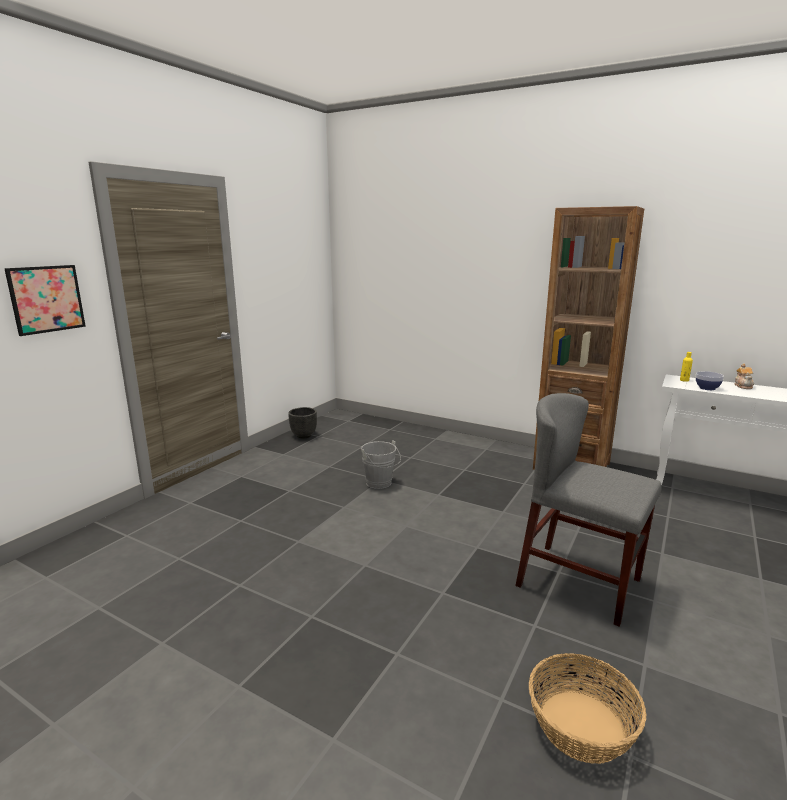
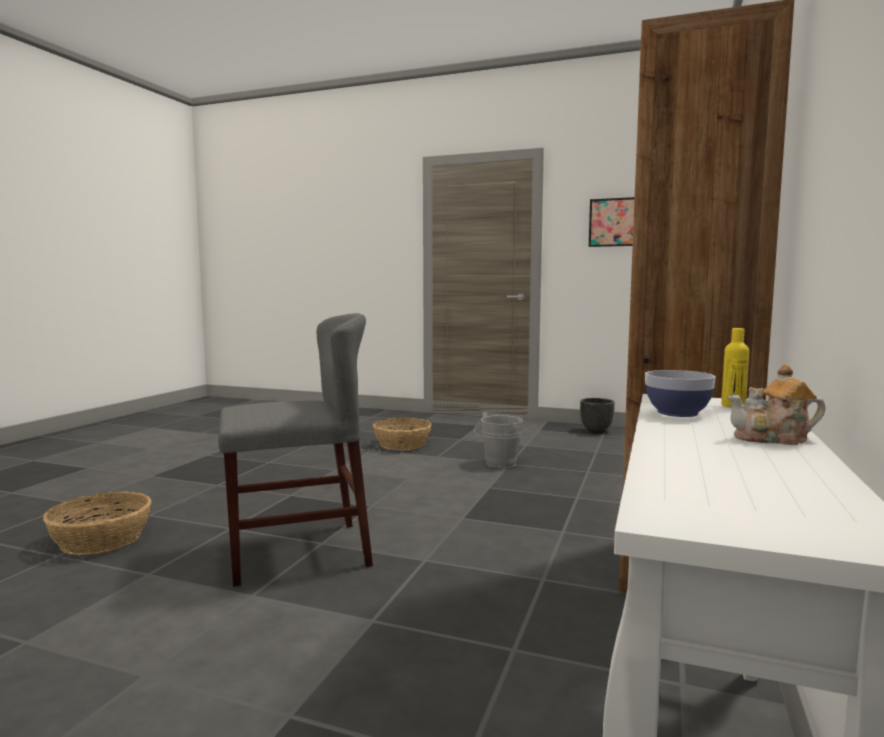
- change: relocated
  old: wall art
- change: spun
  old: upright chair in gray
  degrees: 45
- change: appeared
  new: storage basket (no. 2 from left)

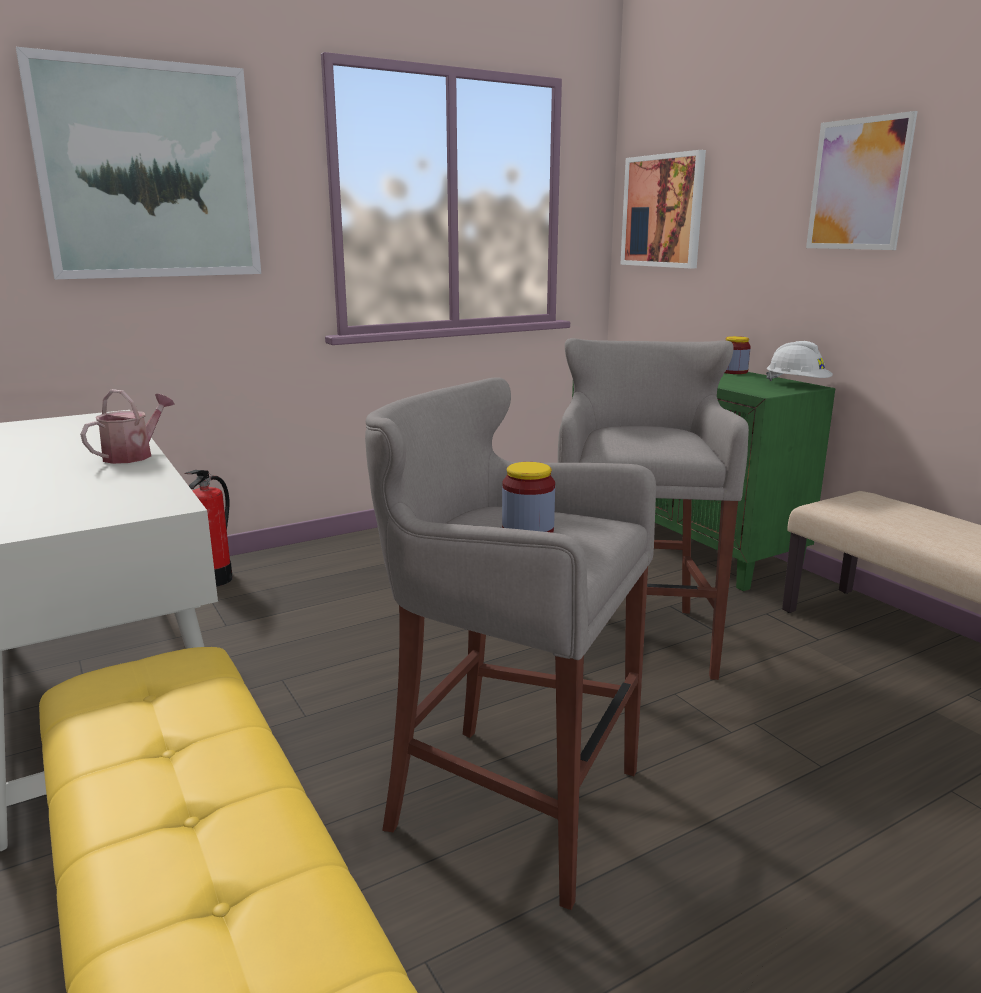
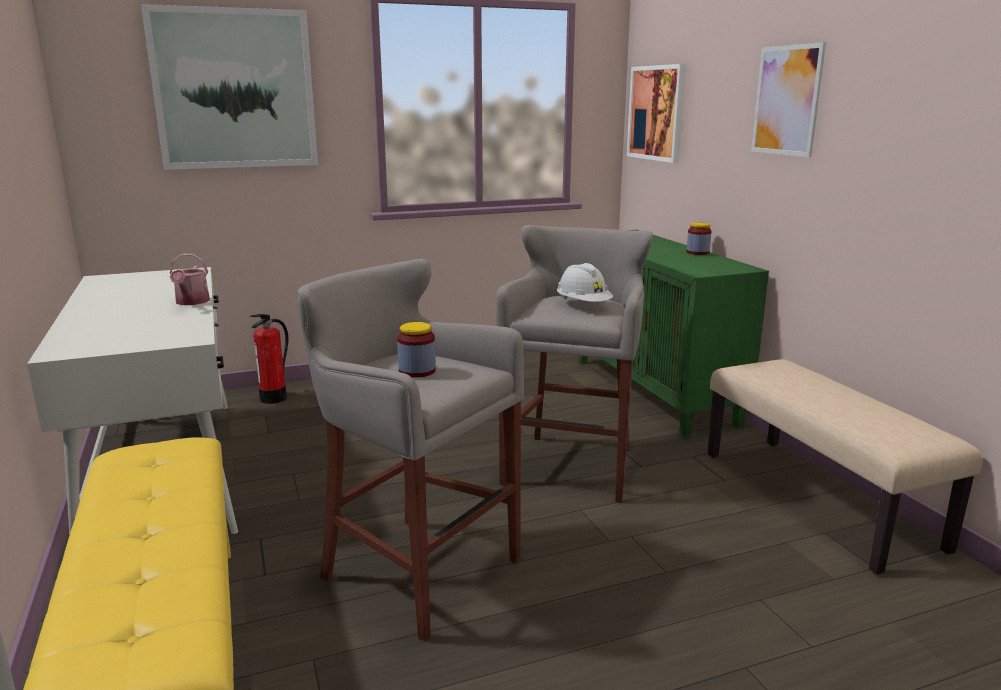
- change: relocated
  old: safety helmet in white
- change: spun
  old: watering can
  degrees: 135

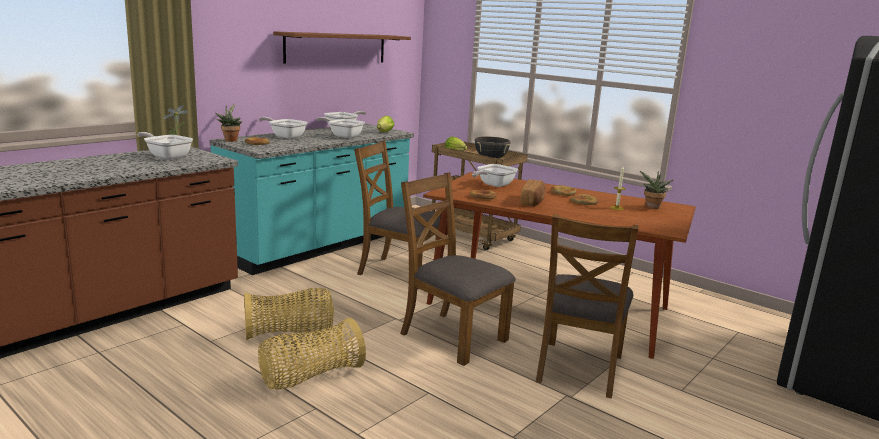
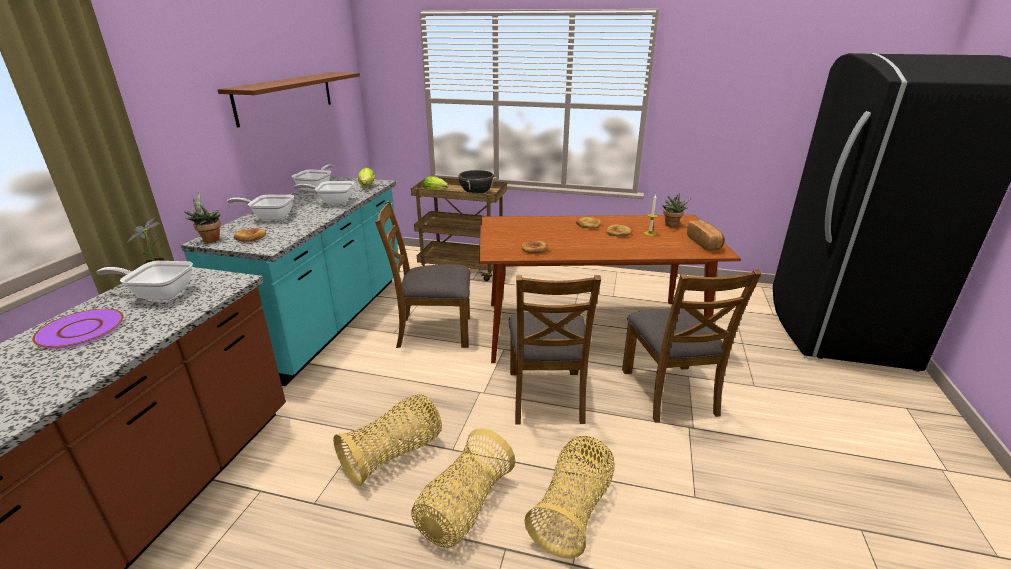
- change: missing
  old: pan (no. 5 from left)
- change: spun
  old: upright chair in brownish (no. 2 from left)
  degrees: -105
- change: relocated
  old: bakery bread (no. 3 from left in the first image)
  new: bakery bread (no. 5 from left)
- change: appeared
  new: flat dish in purplish
- change: appeared
  new: storage basket (no. 3 from left)

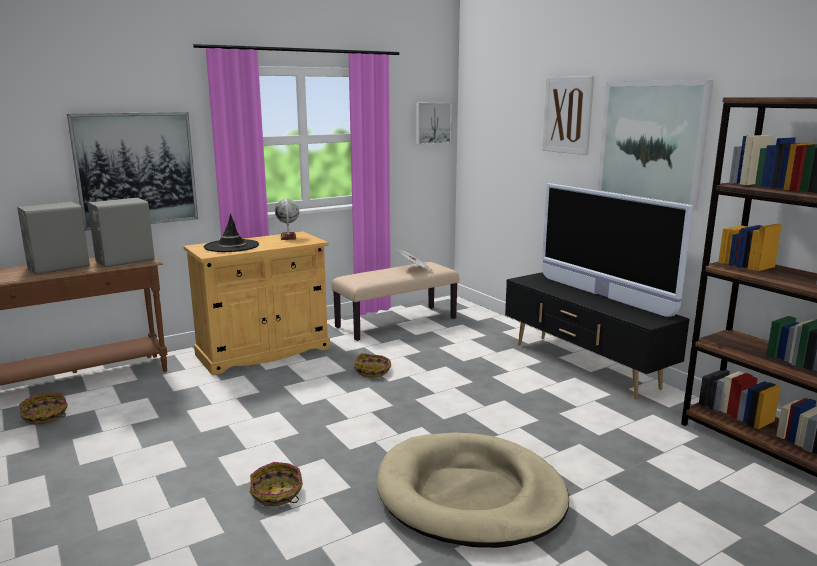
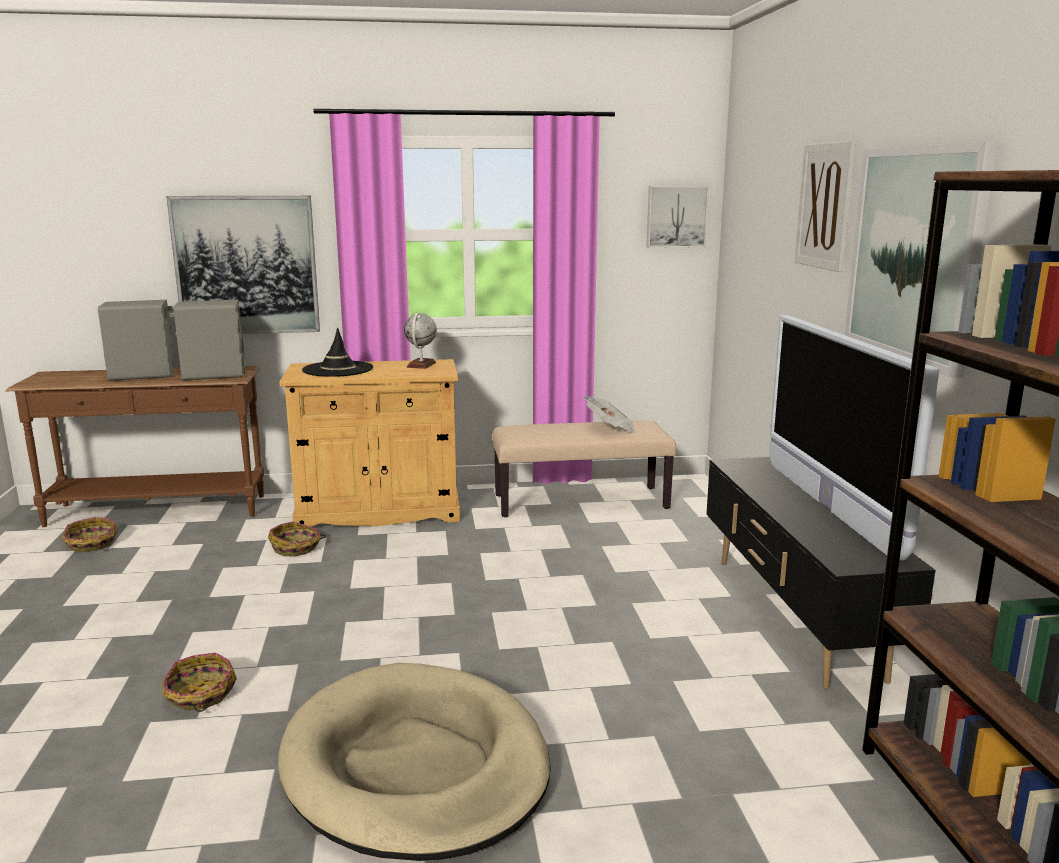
- change: relocated
  old: storage basket (no. 3 from left)

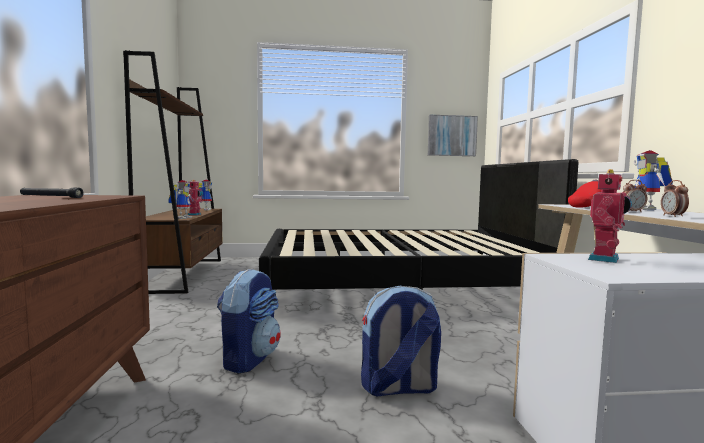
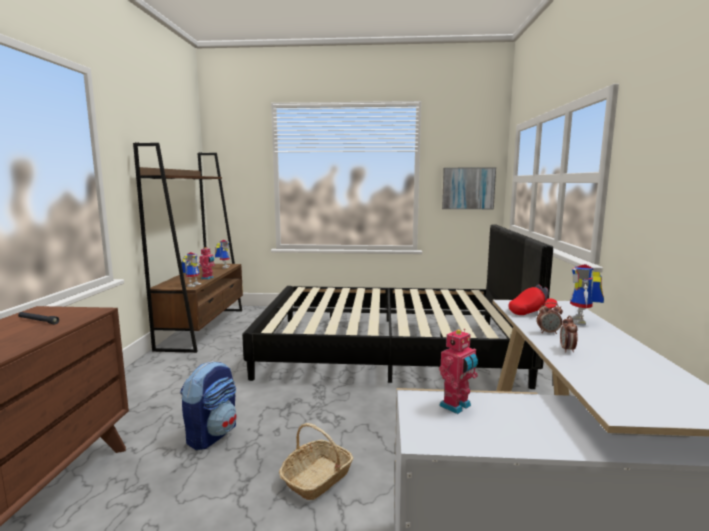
- change: exchanged
  old: backpack (no. 2 from left)
  new: storage basket

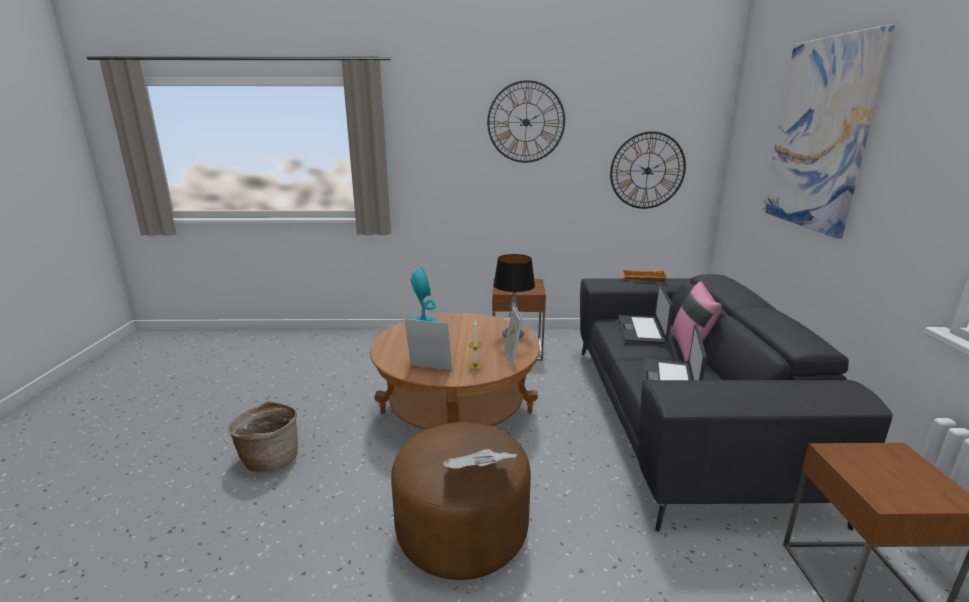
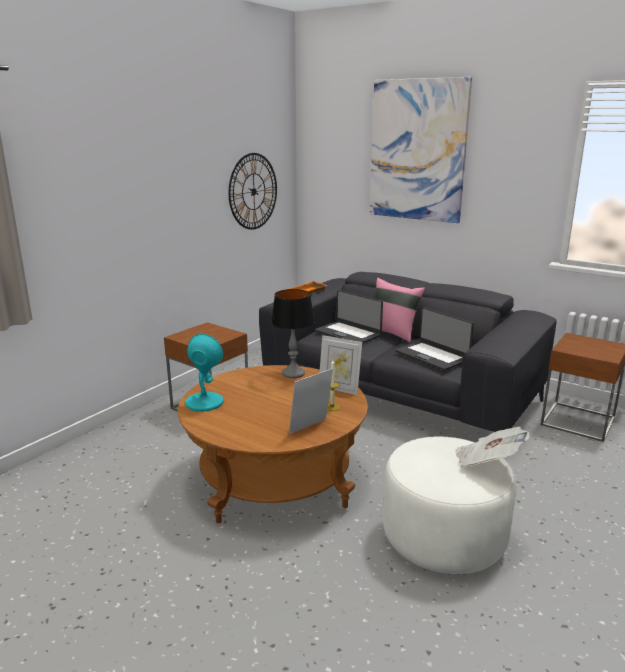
- change: missing
  old: wall clock (no. 1 from left)
- change: missing
  old: storage basket
- change: colour
  old: footrest in brownish
  new: footrest in white

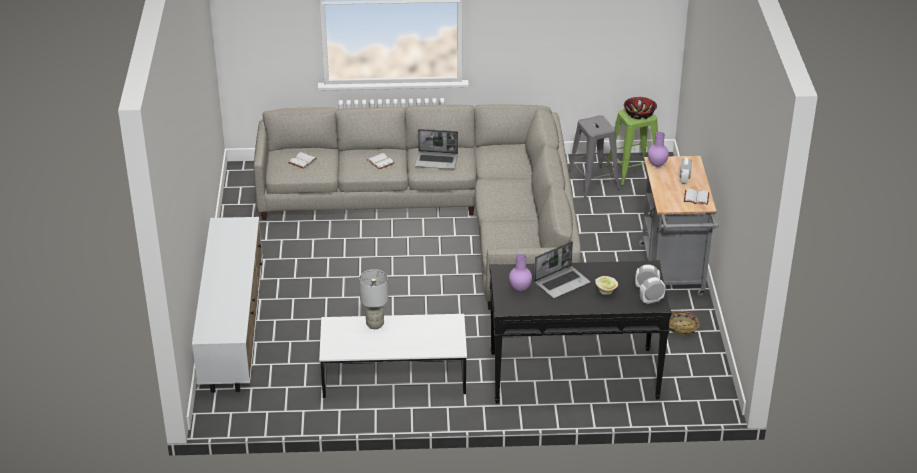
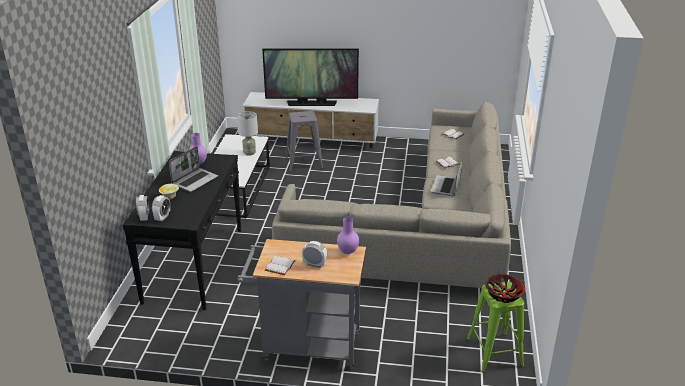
- change: relocated
  old: stool in gray
- change: spun
  old: portable computer (no. 2 from left in the first image)
  degrees: -120
- change: missing
  old: storage basket
- change: appeared
  new: TV

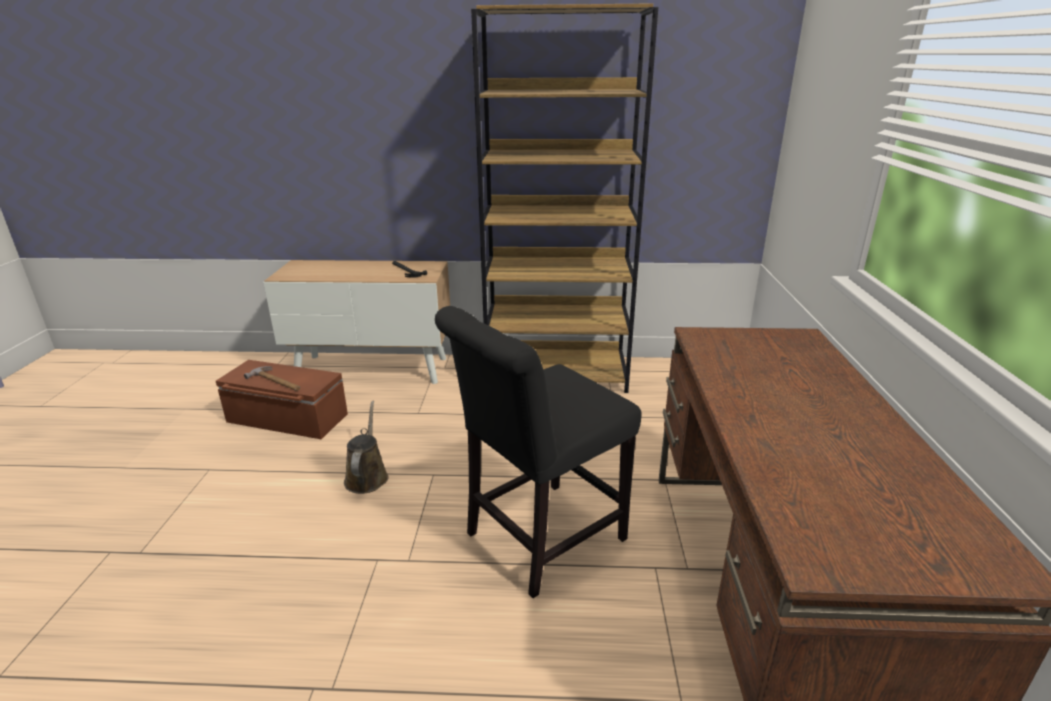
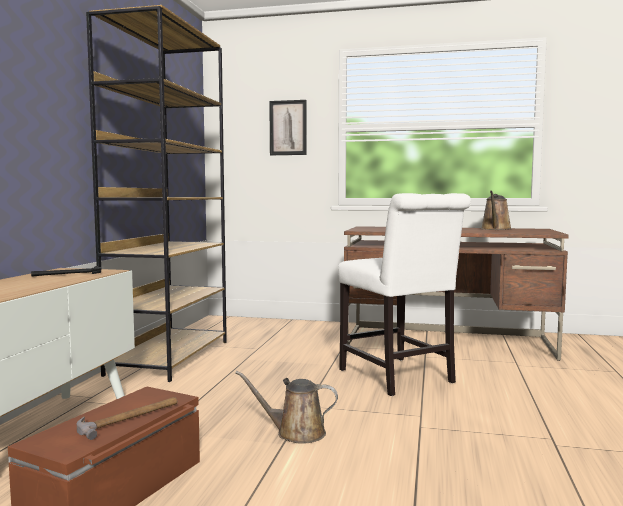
- change: colour
  old: upright chair in black-coloured
  new: upright chair in white
- change: appeared
  new: wall art
- change: appeared
  new: watering can in brownish (no. 2 from left)

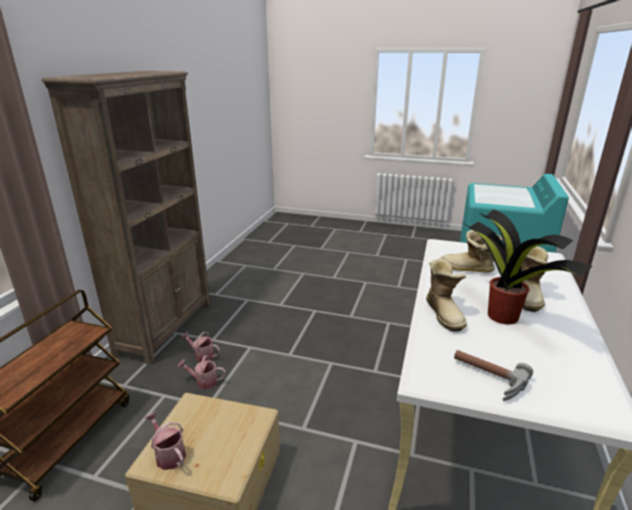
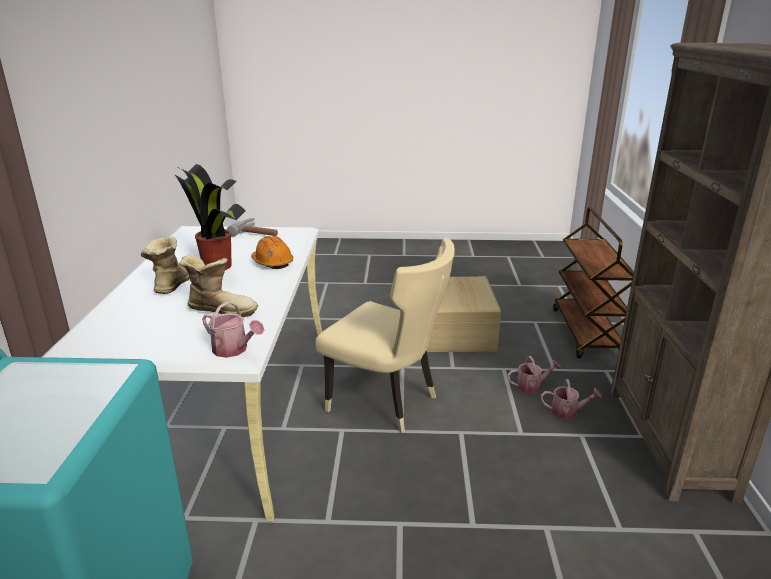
- change: exchanged
  old: high-top boot (no. 1 from left)
  new: safety helmet in orange-coloured
- change: relocated
  old: watering can (no. 1 from left)
- change: appeared
  new: upright chair in sand-coloured

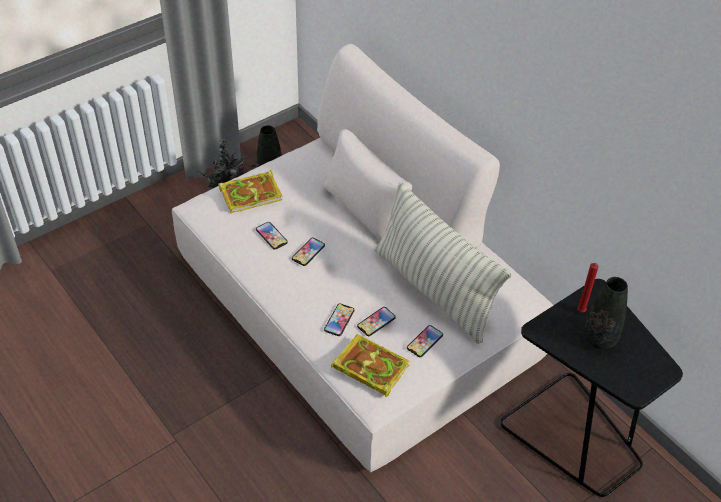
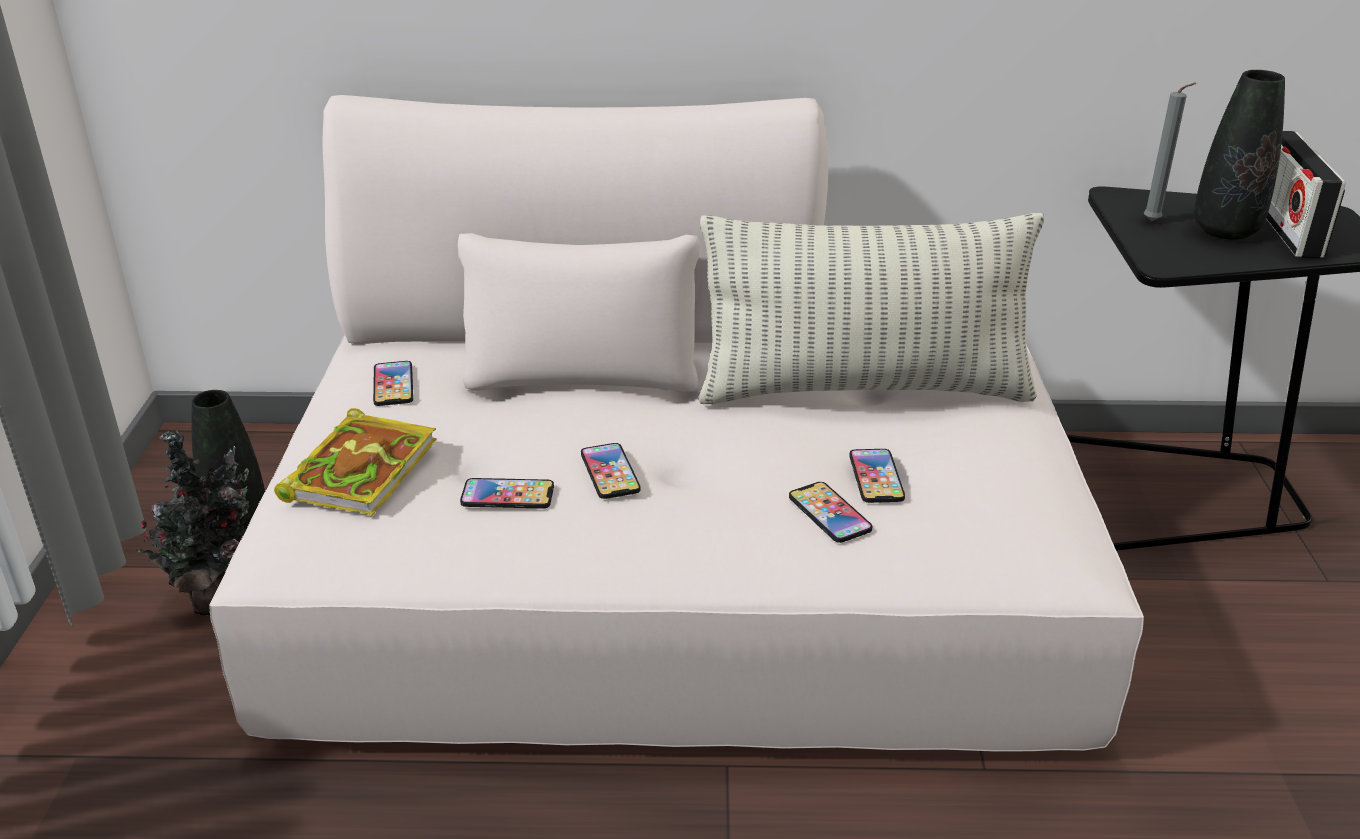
- change: colour
  old: wax light in reddish
  new: wax light in gray
- change: relocated
  old: handset (no. 5 from left in the first image)
  new: handset (no. 1 from left)
- change: missing
  old: bound book (no. 2 from left)
- change: appeared
  new: radio set

